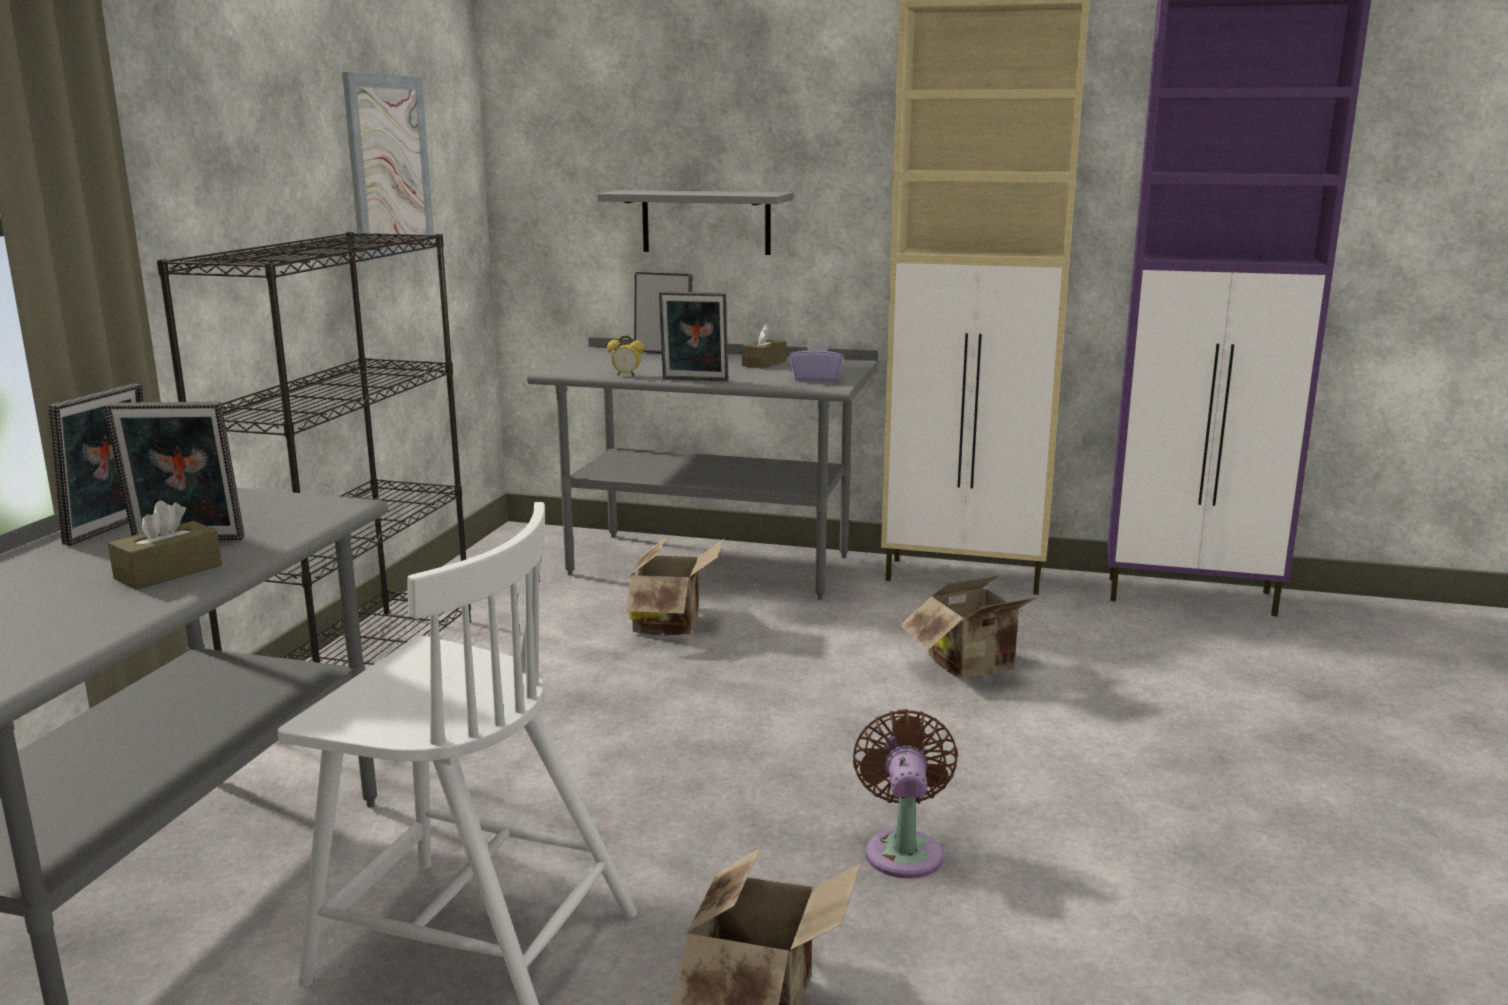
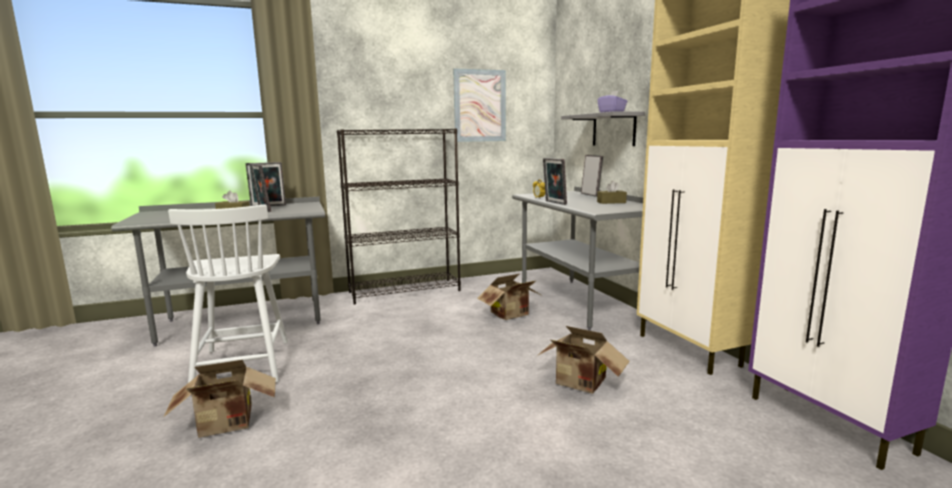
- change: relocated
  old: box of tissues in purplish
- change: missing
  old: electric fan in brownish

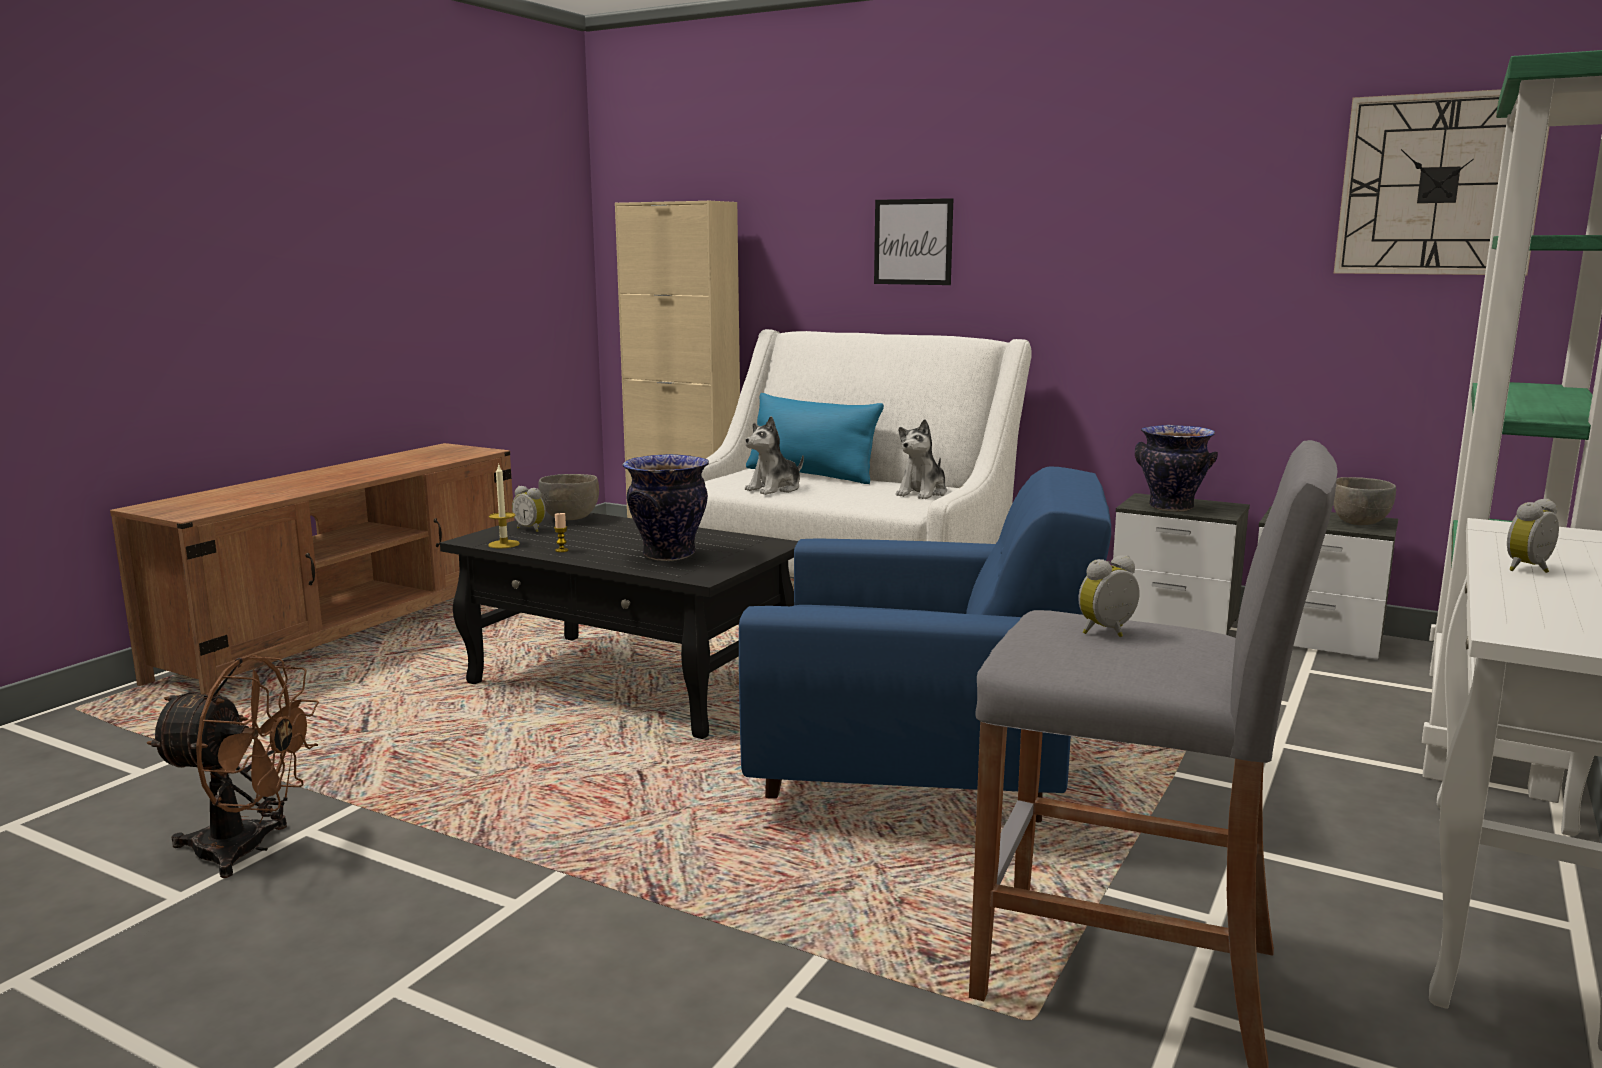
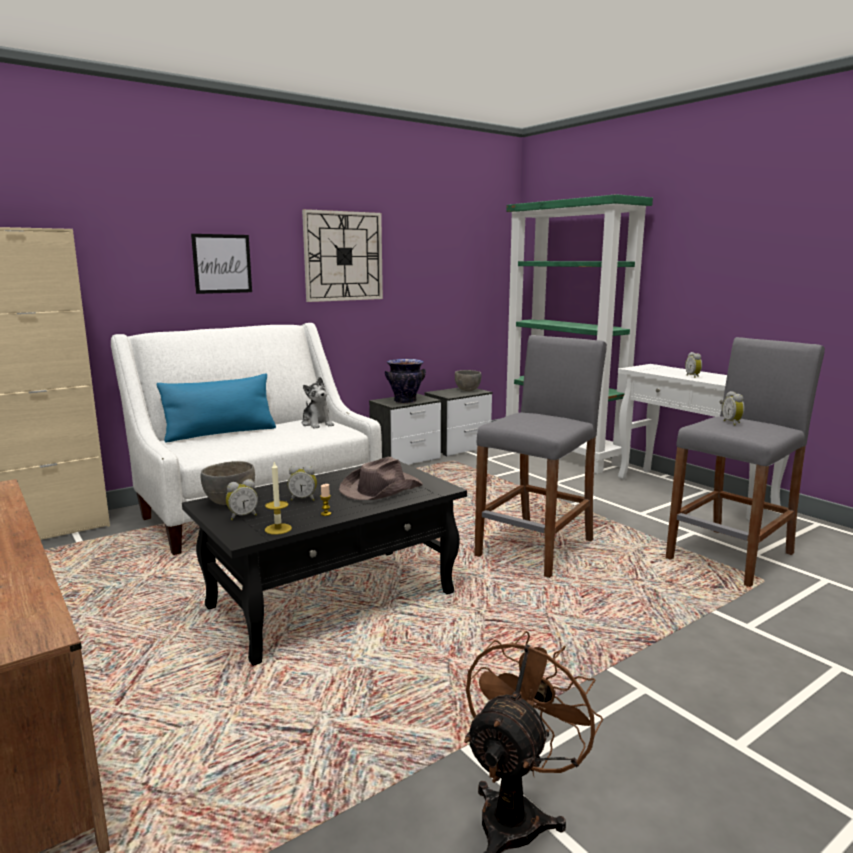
- change: relocated
  old: wall clock
- change: missing
  old: plush toy (no. 1 from left)
- change: exchanged
  old: vase (no. 1 from left)
  new: hat in brownish
- change: exchanged
  old: lounge chair in bluish
  new: stool in gray (no. 1 from left)
- change: appeared
  new: bedside clock (no. 2 from left)

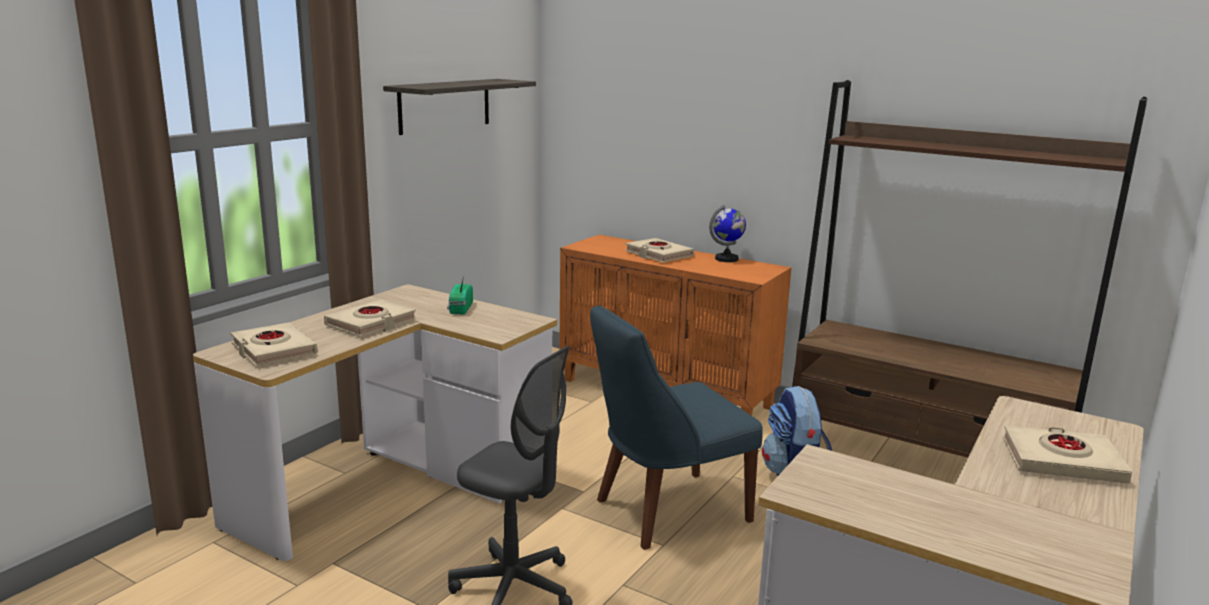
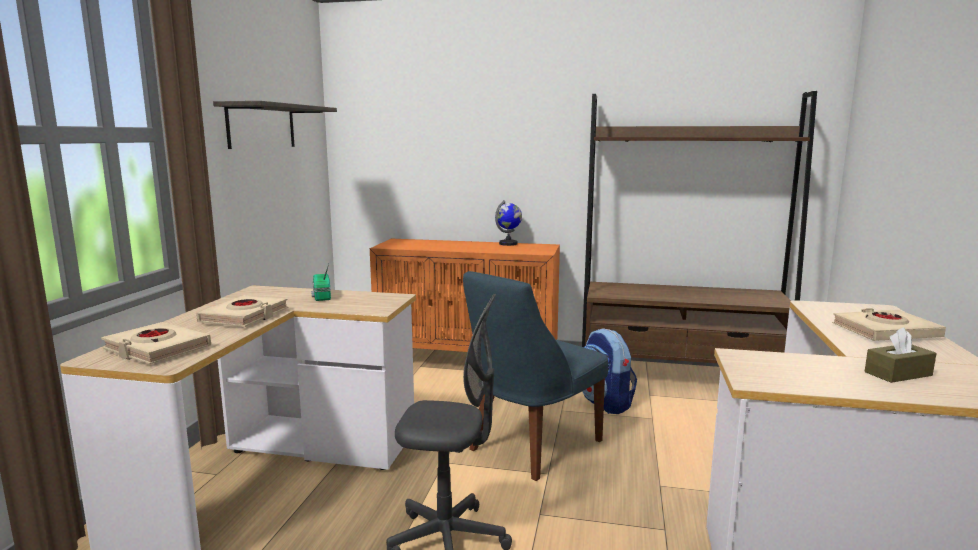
- change: missing
  old: bound book in sand-coloured (no. 3 from left)
- change: appeared
  new: box of tissues in brownish

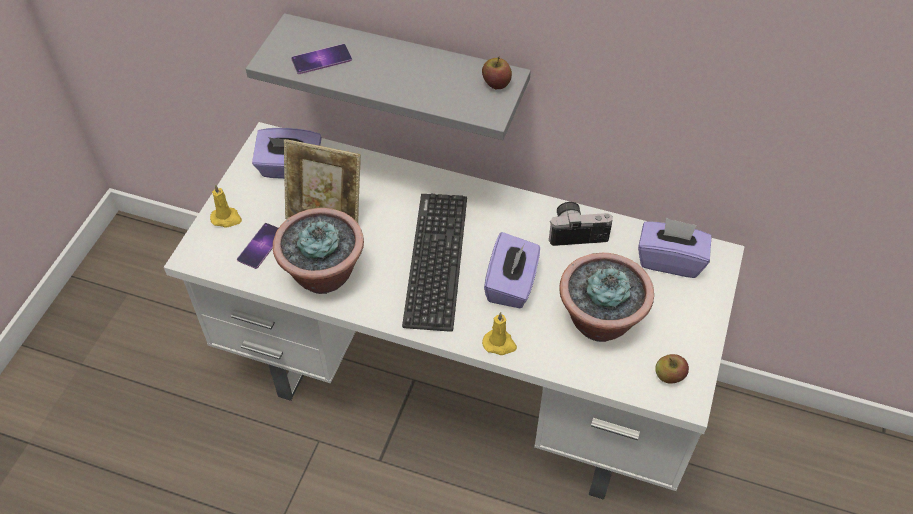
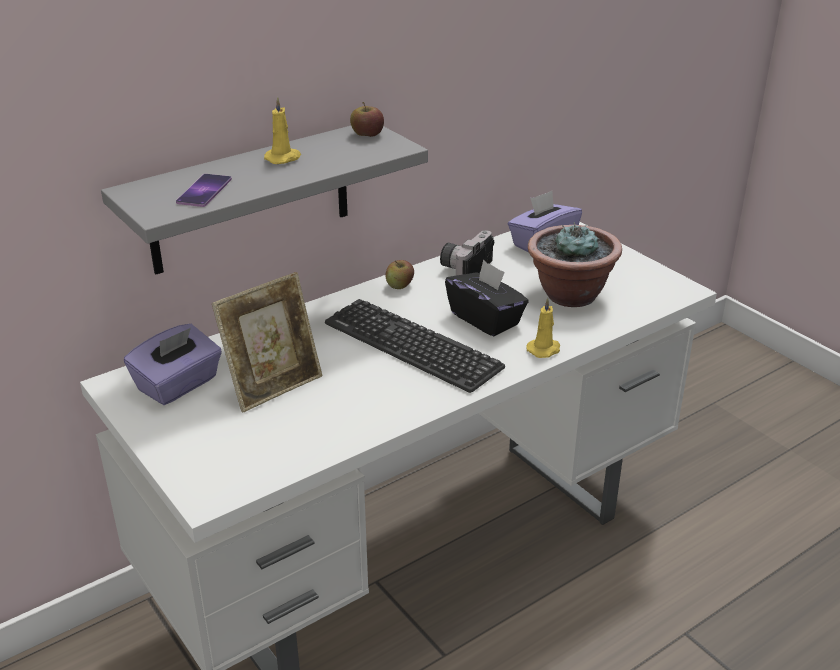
- change: relocated
  old: wax light in yellowish (no. 1 from left)
- change: missing
  old: potted plant (no. 1 from left)
- change: missing
  old: handset (no. 1 from left)
- change: colour
  old: box of tissues in purplish (no. 2 from left)
  new: box of tissues in black-coloured
- change: relocated
  old: apple (no. 2 from left)

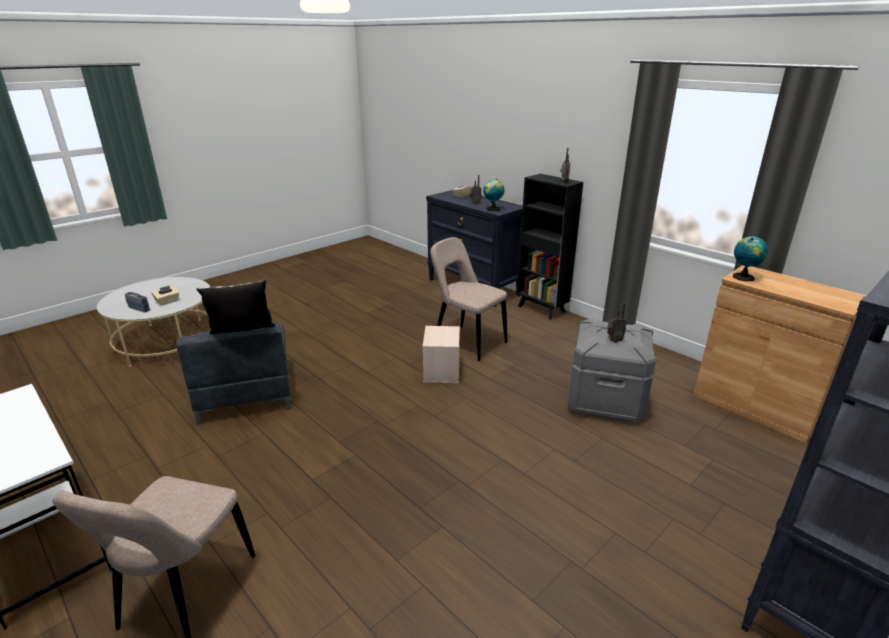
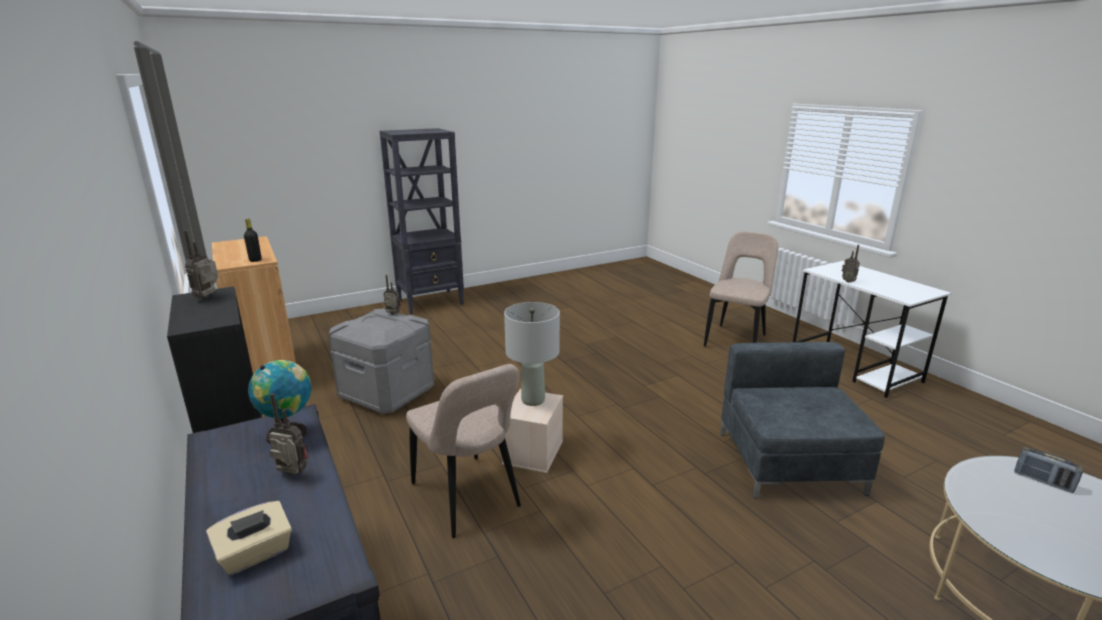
- change: exchanged
  old: globe (no. 2 from left)
  new: drink bottle in black-coloured
- change: missing
  old: cushion
- change: missing
  old: box of tissues in sand-coloured (no. 1 from left)
- change: appeared
  new: radio set (no. 4 from left)
- change: appeared
  new: tabletop lamp in gray

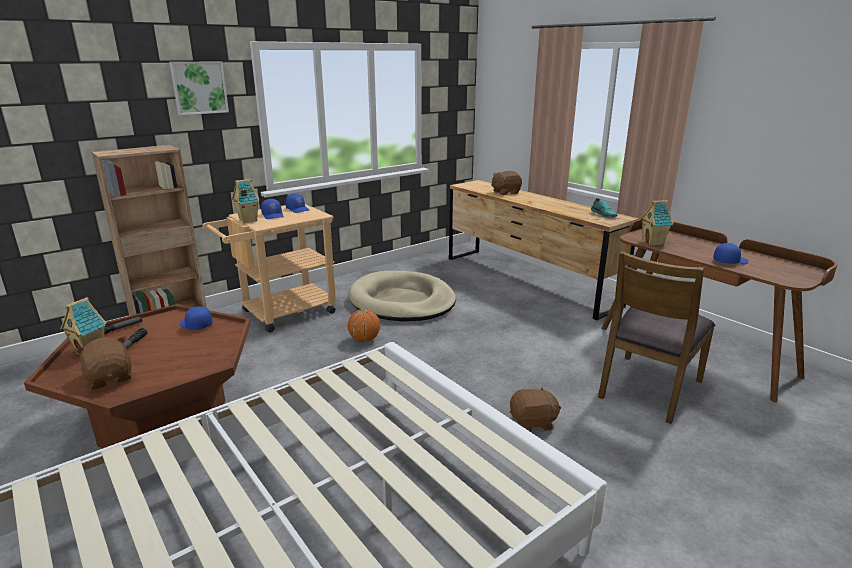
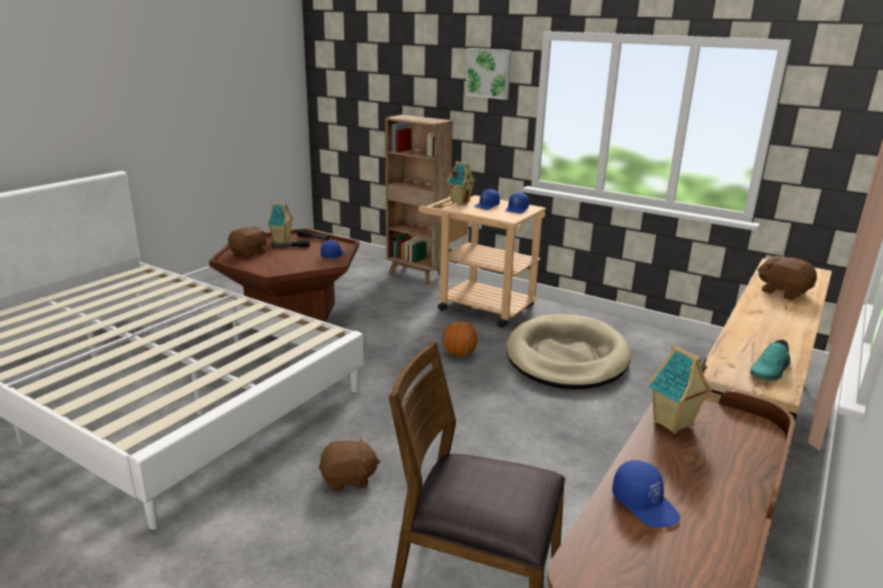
- change: spun
  old: plush toy in brownish (no. 3 from left in the first image)
  degrees: -75

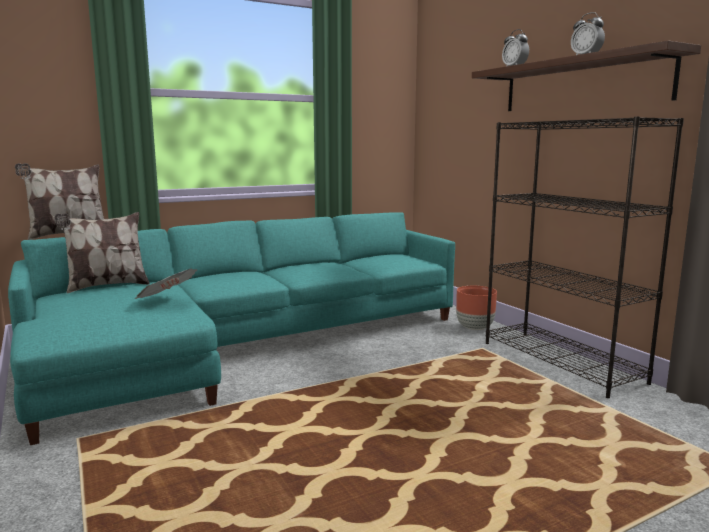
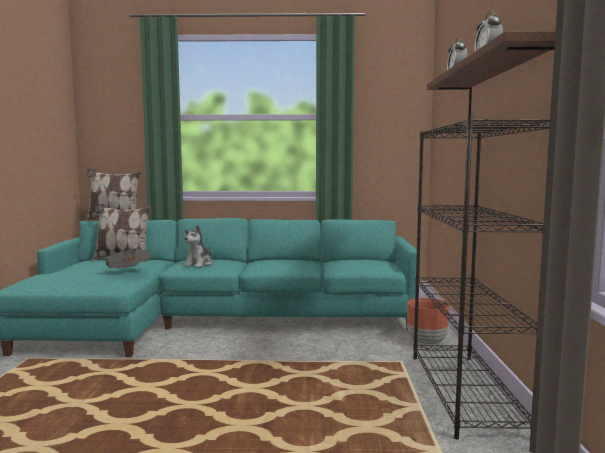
- change: appeared
  new: plush toy

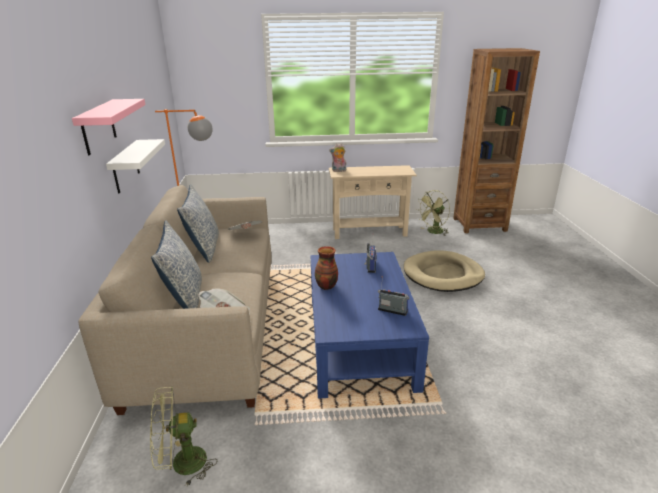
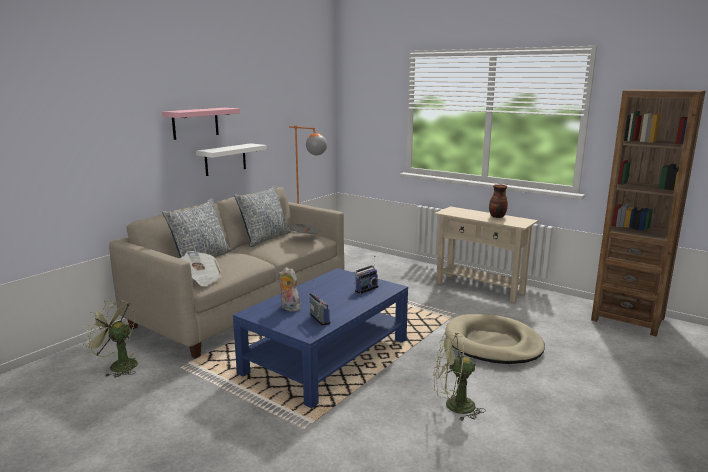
- change: relocated
  old: plush toy
- change: relocated
  old: electric fan in greenish (no. 2 from left)
- change: relocated
  old: vase

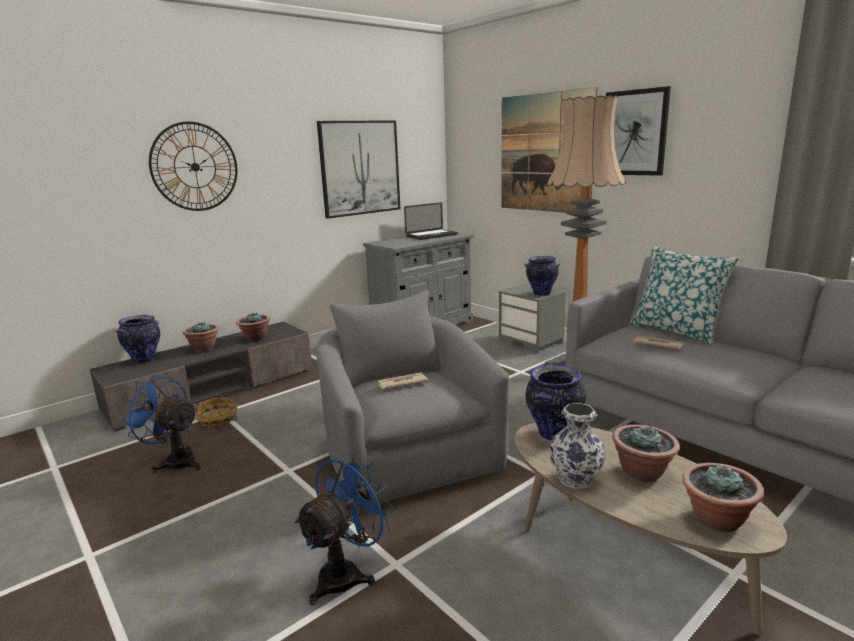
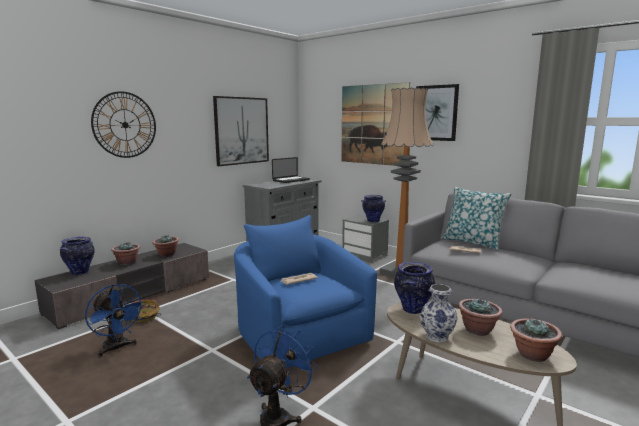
- change: colour
  old: lounge chair in gray
  new: lounge chair in bluish
- change: spun
  old: electric fan in bluish (no. 1 from left)
  degrees: -150

